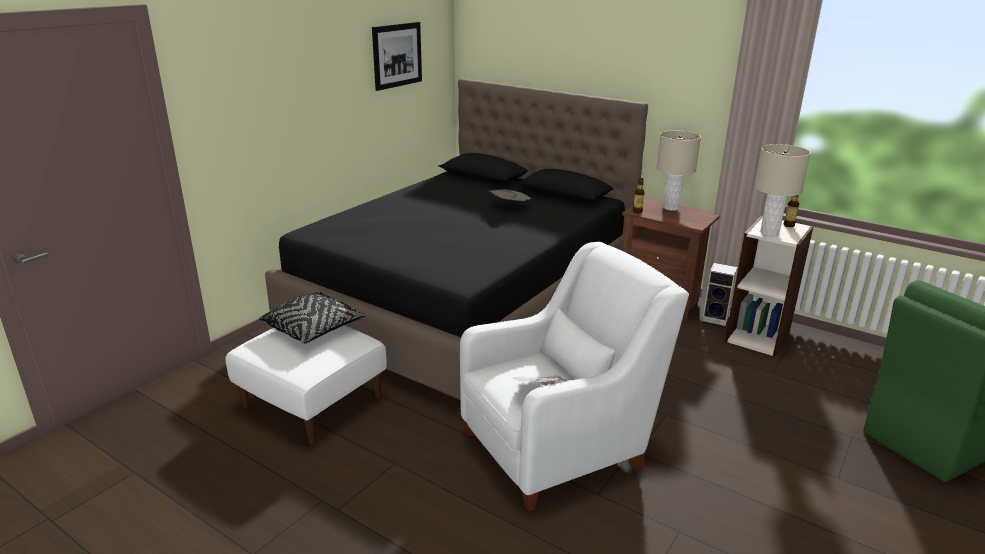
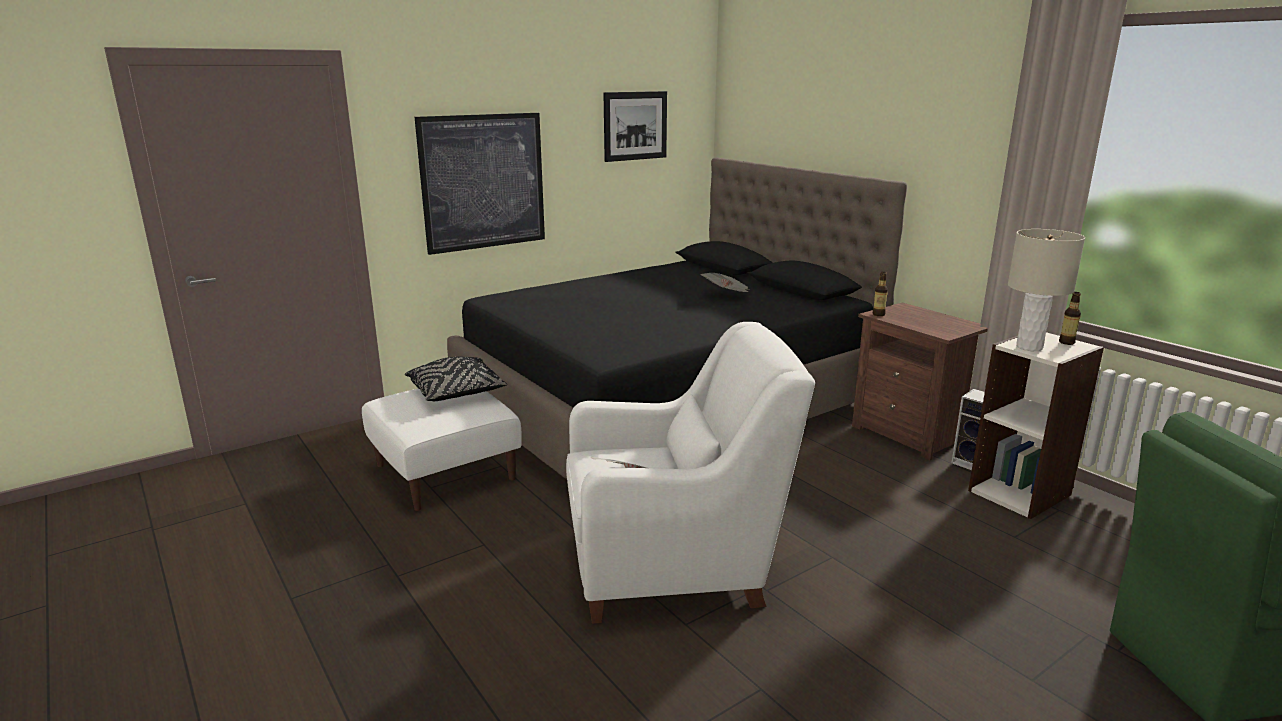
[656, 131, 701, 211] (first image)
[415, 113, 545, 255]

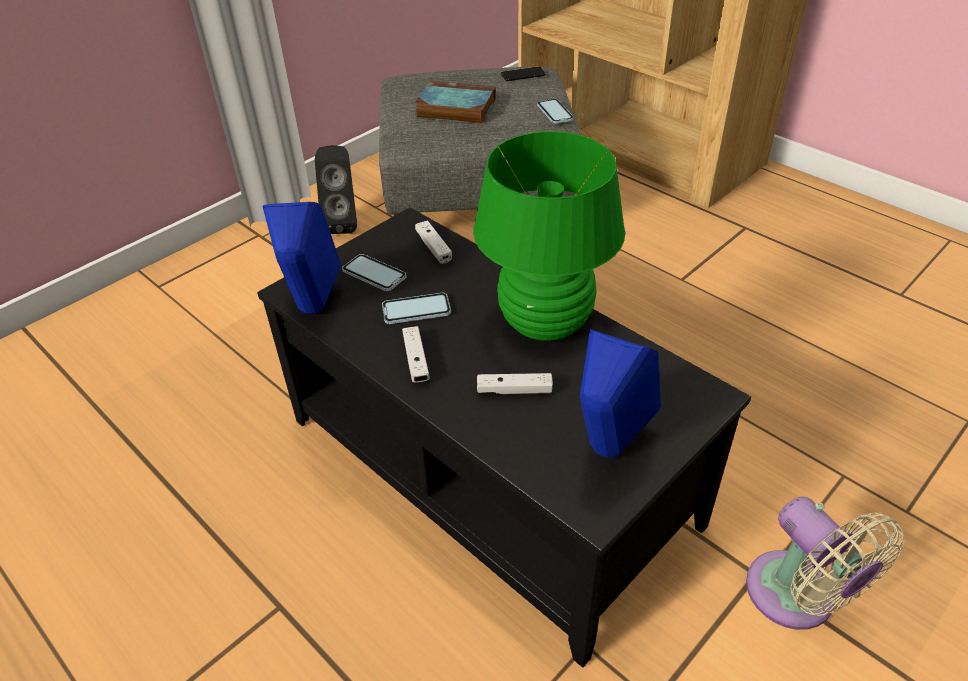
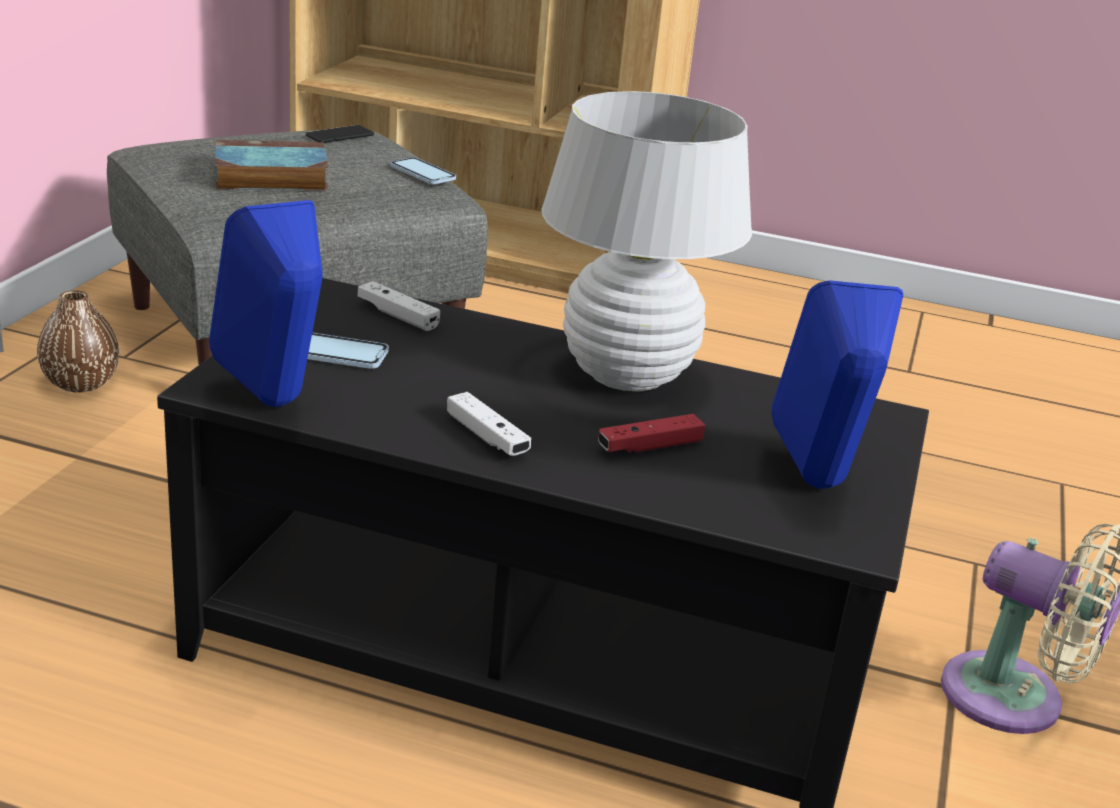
[382, 293, 451, 324] (first image)
[37, 290, 119, 393]
[541, 91, 752, 391]
[598, 414, 705, 453]

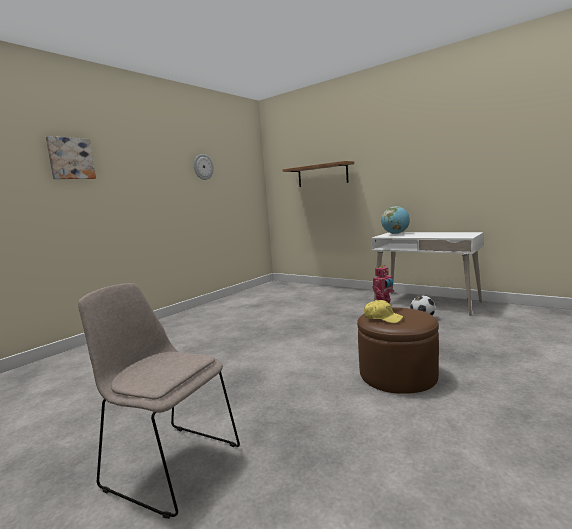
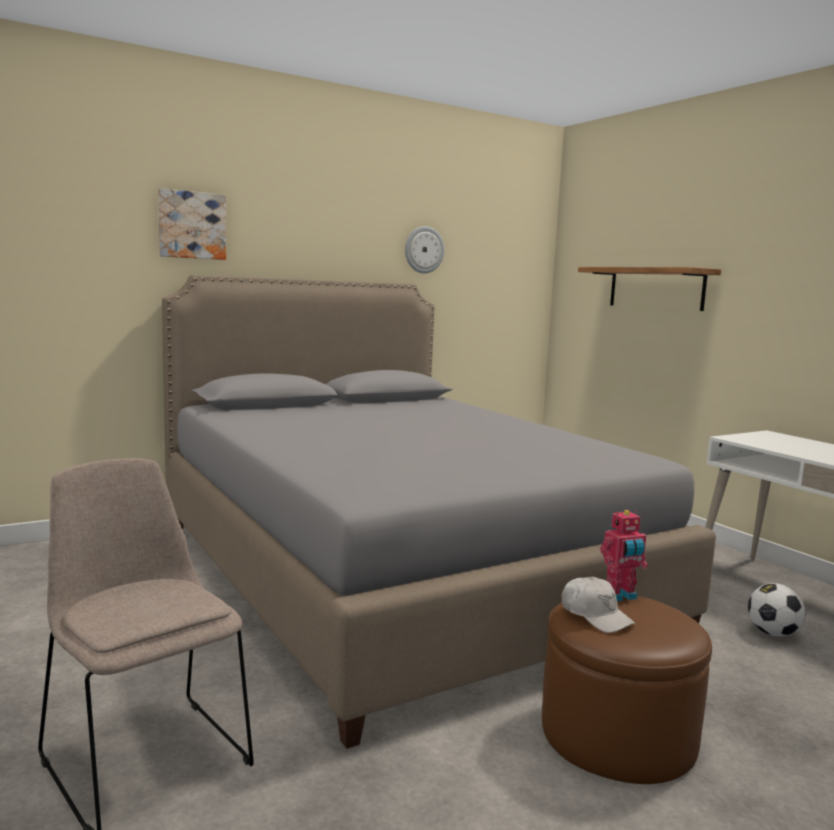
[381, 206, 410, 234] (first image)
[162, 275, 716, 749]
[562, 577, 635, 633]

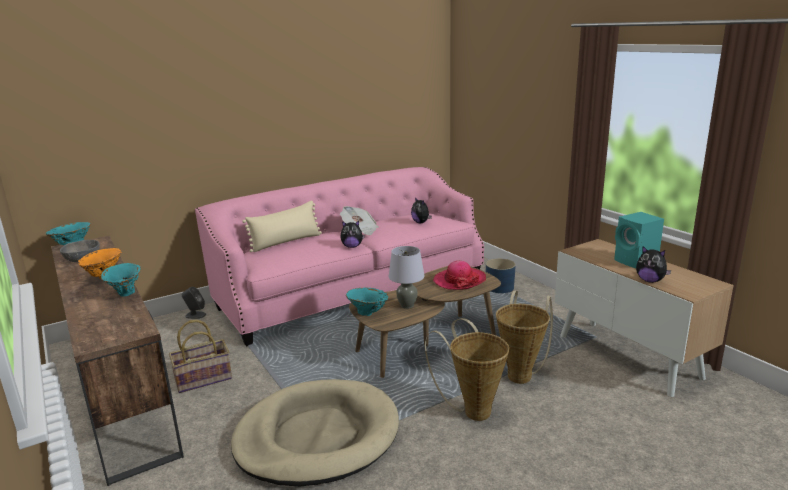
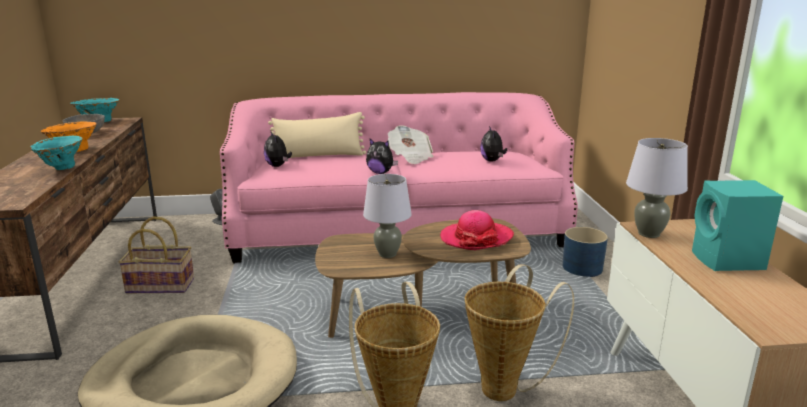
[346, 288, 389, 316] (first image)
[626, 138, 688, 238]
[264, 132, 292, 167]

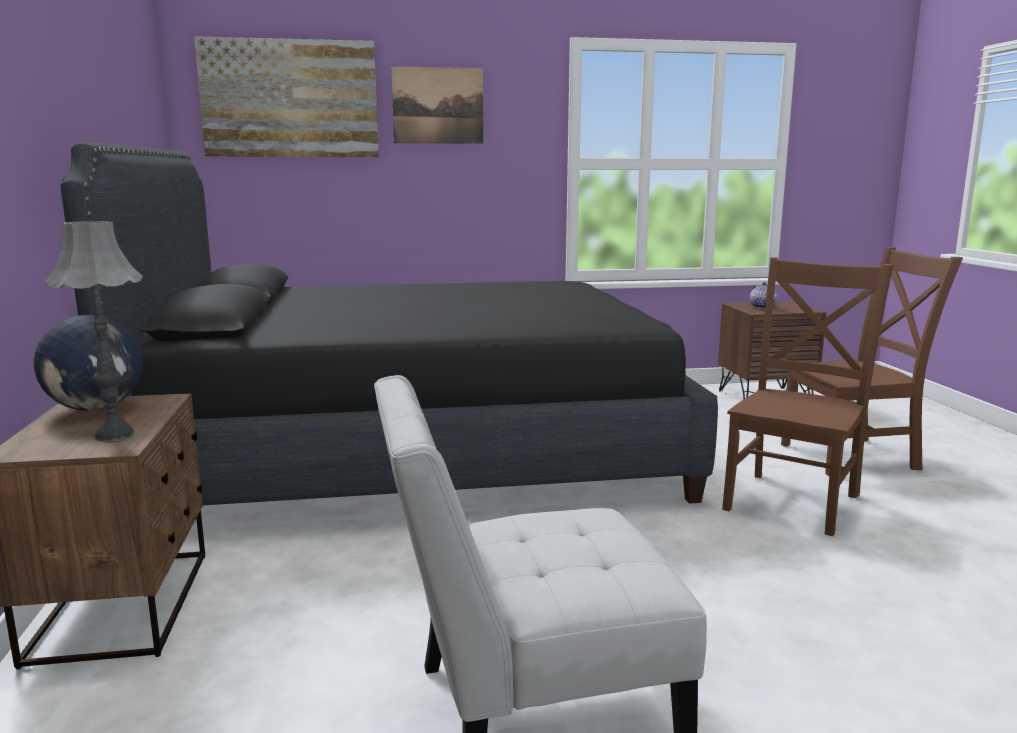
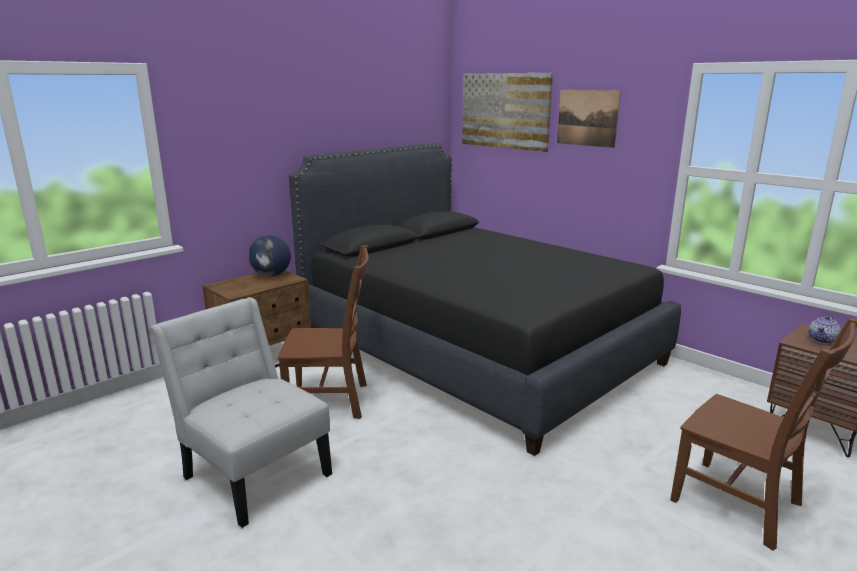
[45, 221, 143, 442] (first image)
[278, 245, 369, 419]

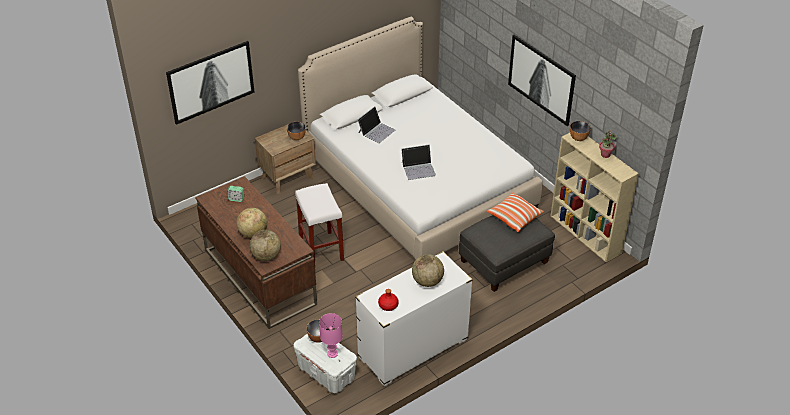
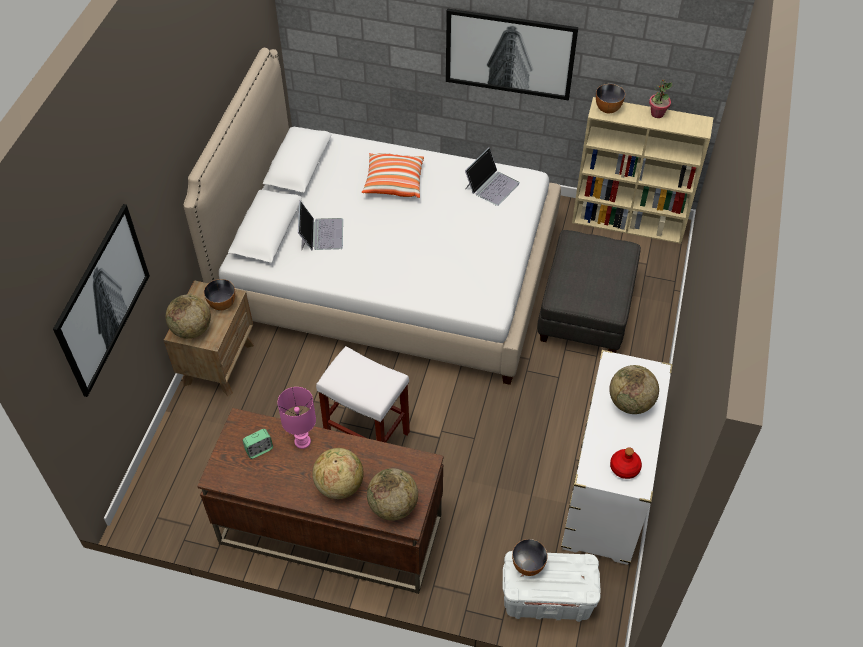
[166, 295, 211, 339]
[278, 387, 316, 449]
[465, 147, 520, 206]
[362, 153, 424, 198]

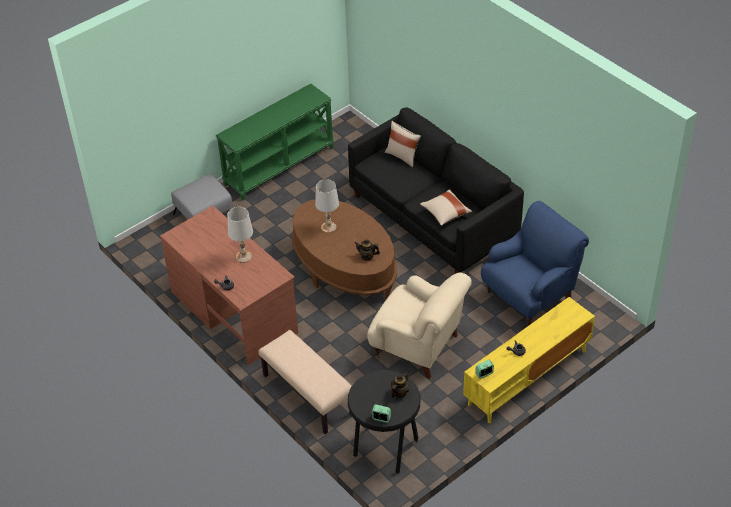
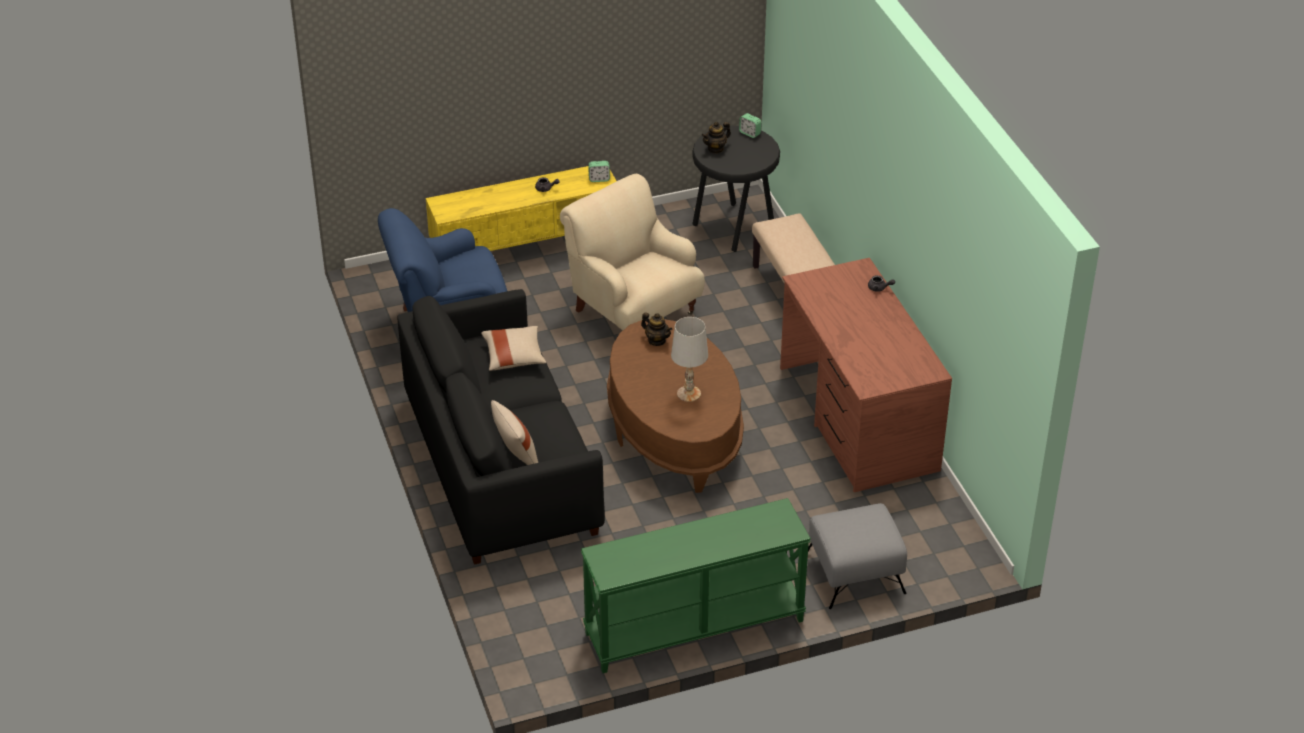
[227, 207, 253, 263] (first image)

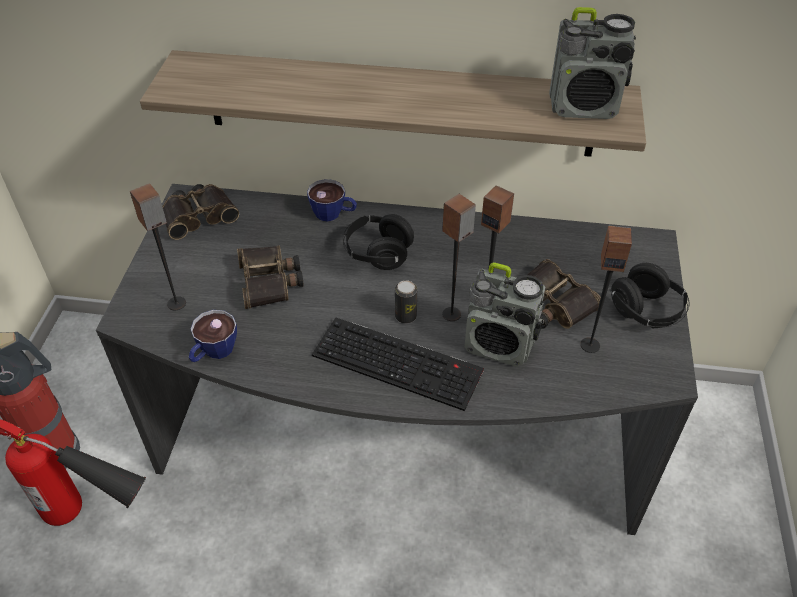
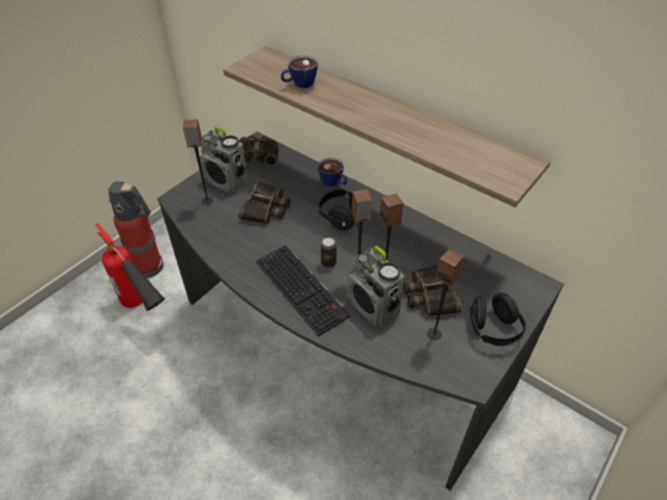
[280, 55, 318, 88]
[199, 126, 248, 192]

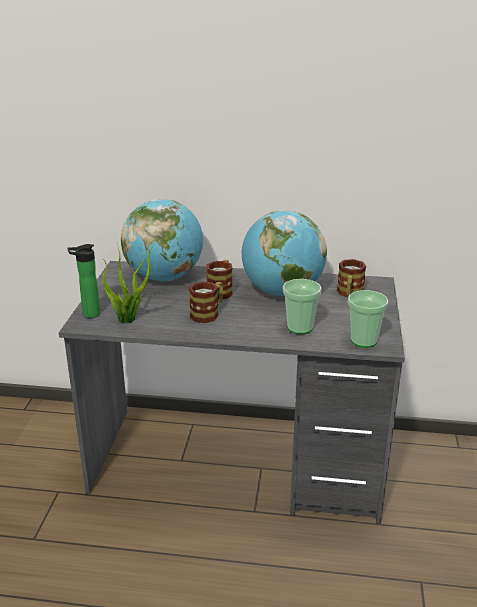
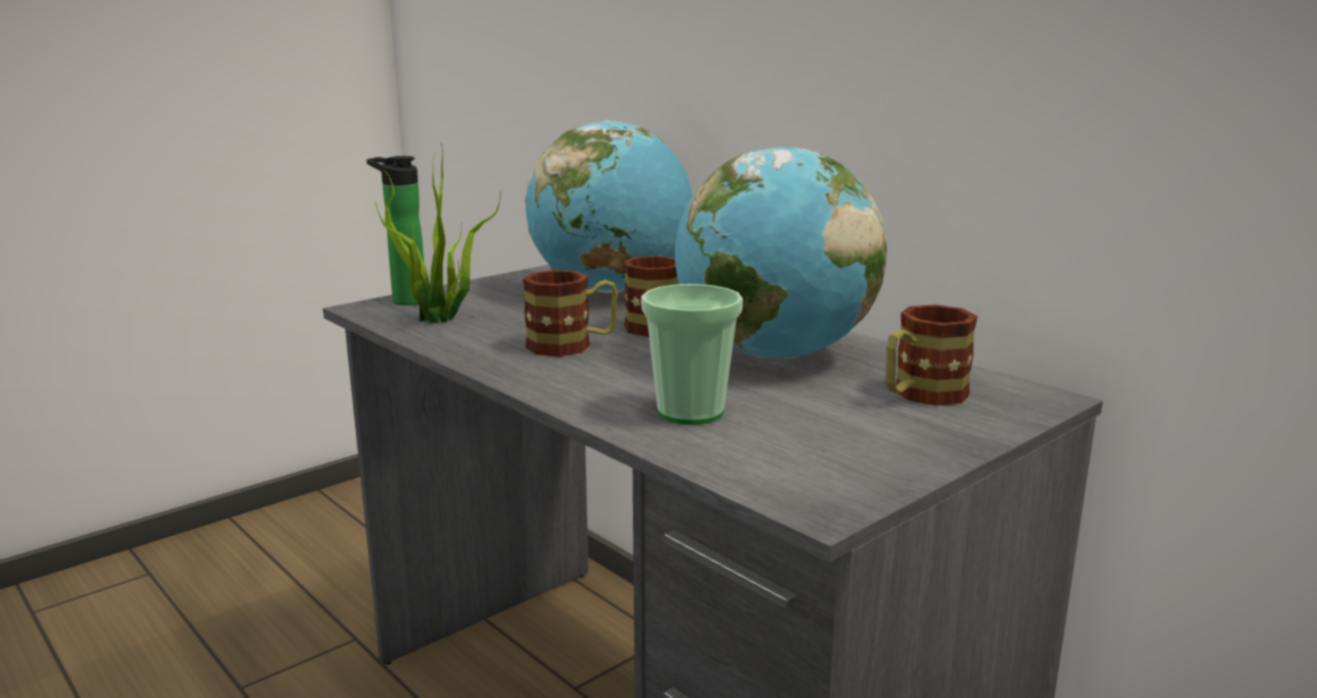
[348, 290, 389, 348] (first image)

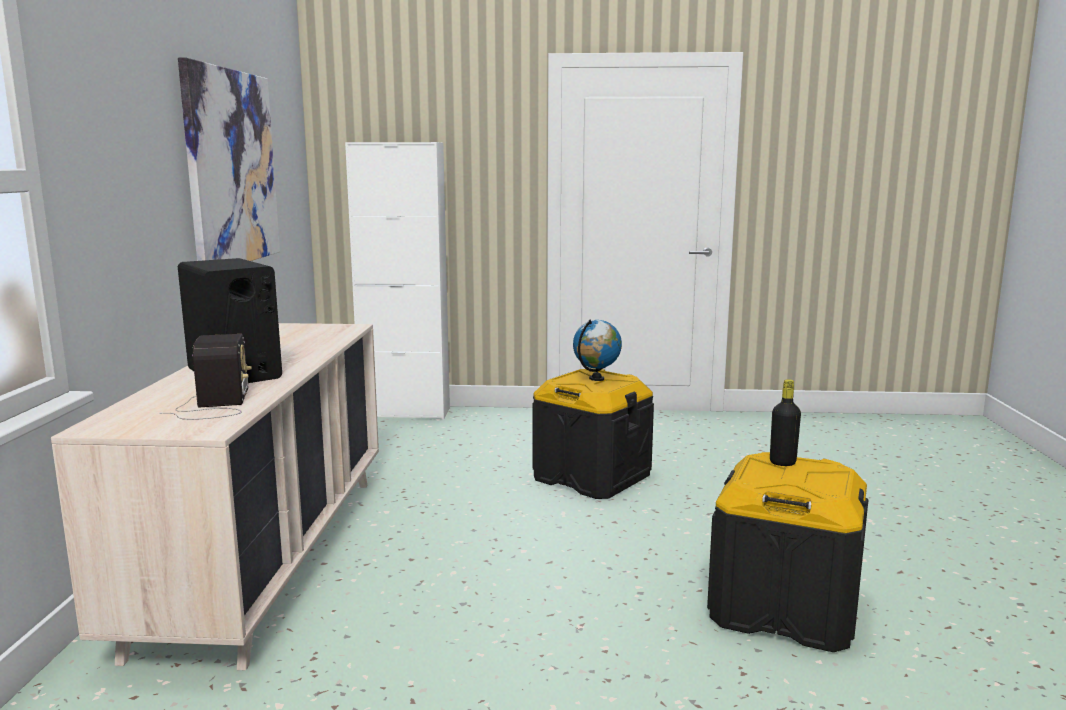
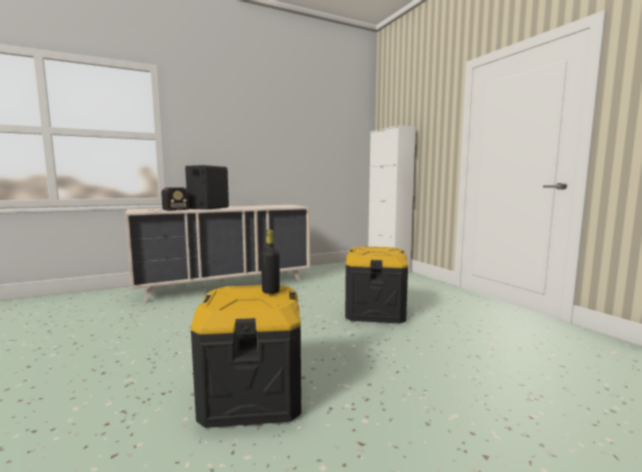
[178, 58, 280, 261] (first image)
[573, 320, 622, 381] (first image)

